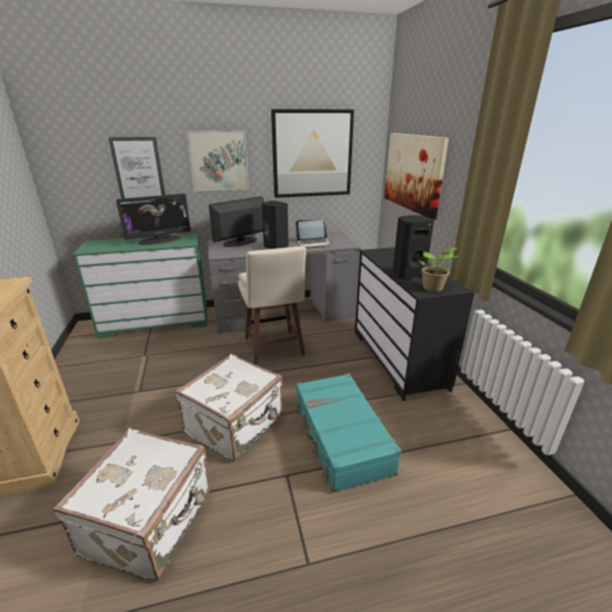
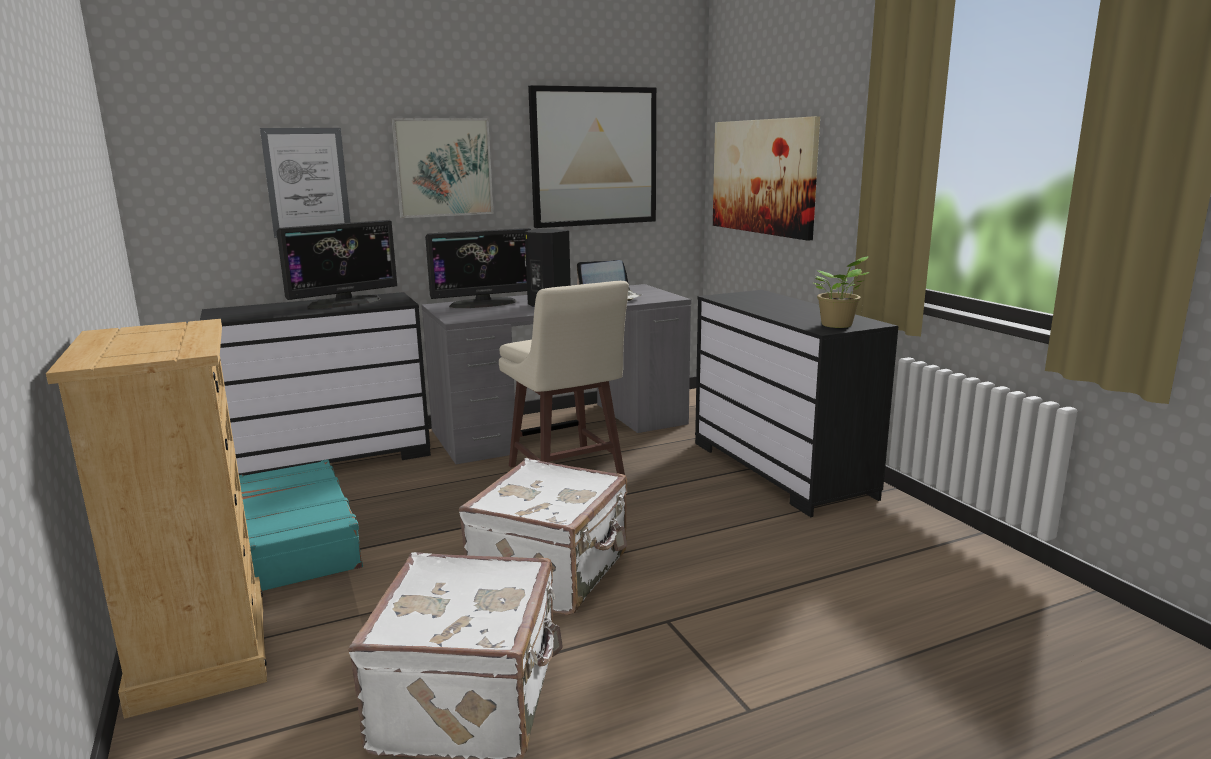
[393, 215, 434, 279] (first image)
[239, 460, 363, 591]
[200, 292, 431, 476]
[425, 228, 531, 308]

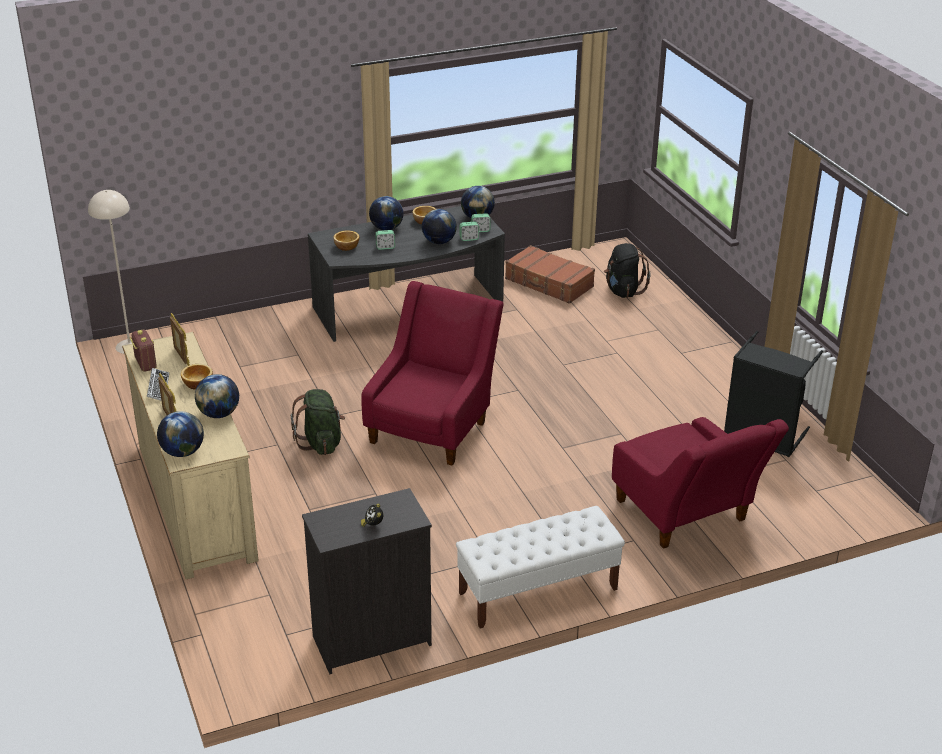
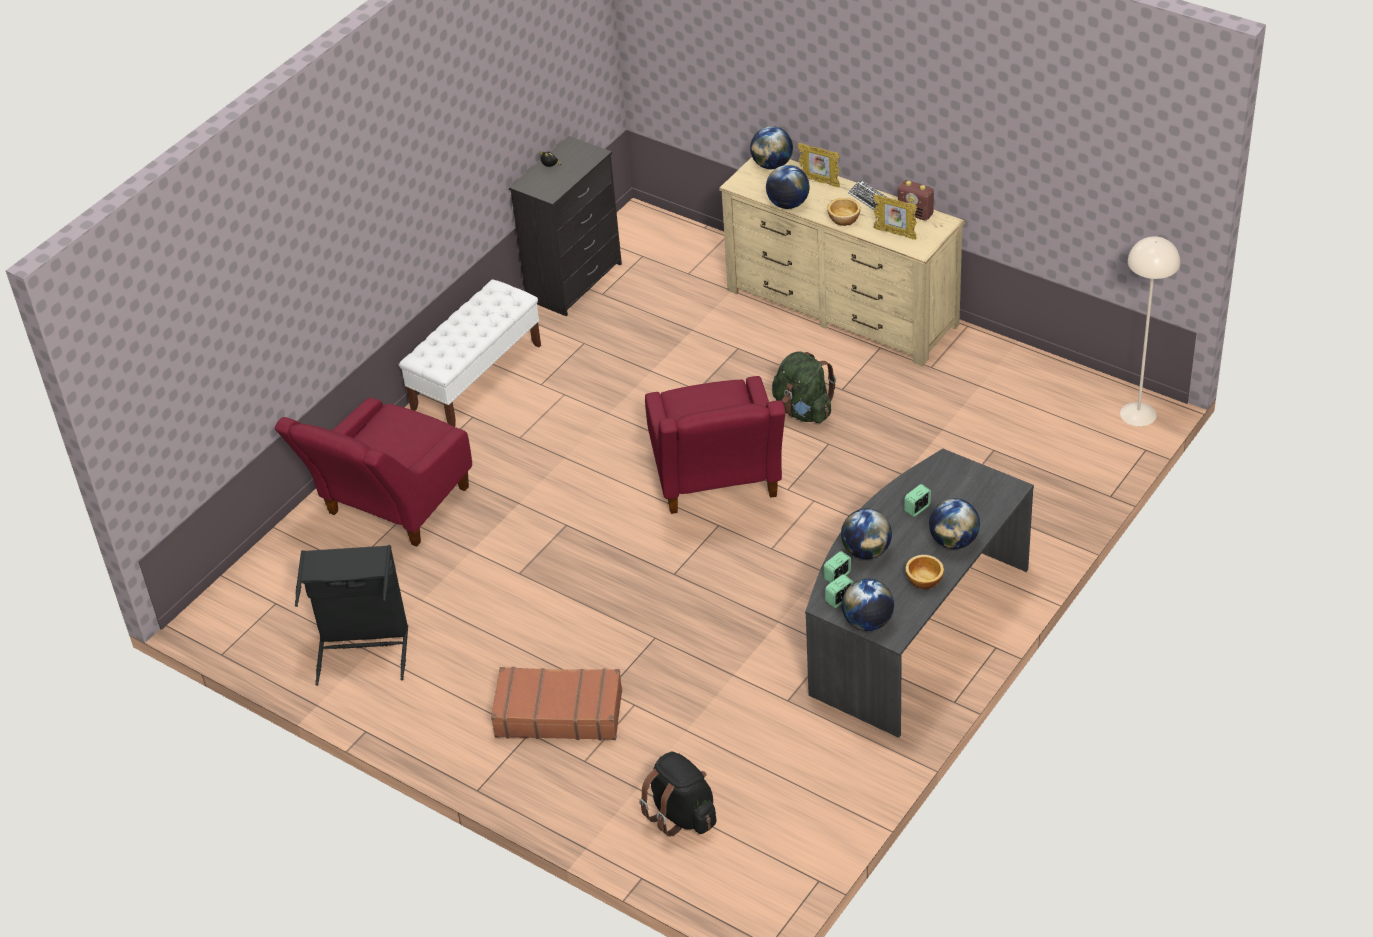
[333, 231, 360, 251] (first image)
[491, 667, 622, 740]
[275, 398, 472, 547]

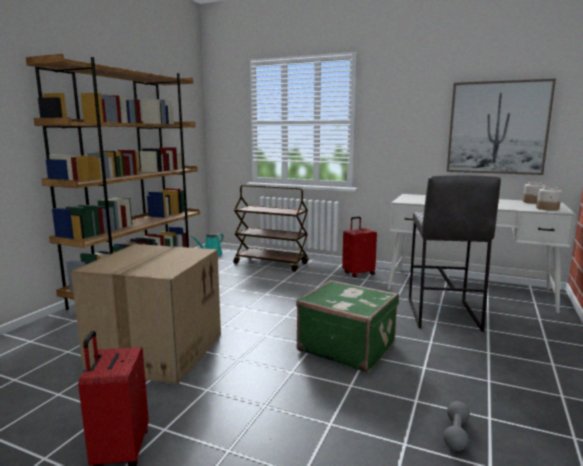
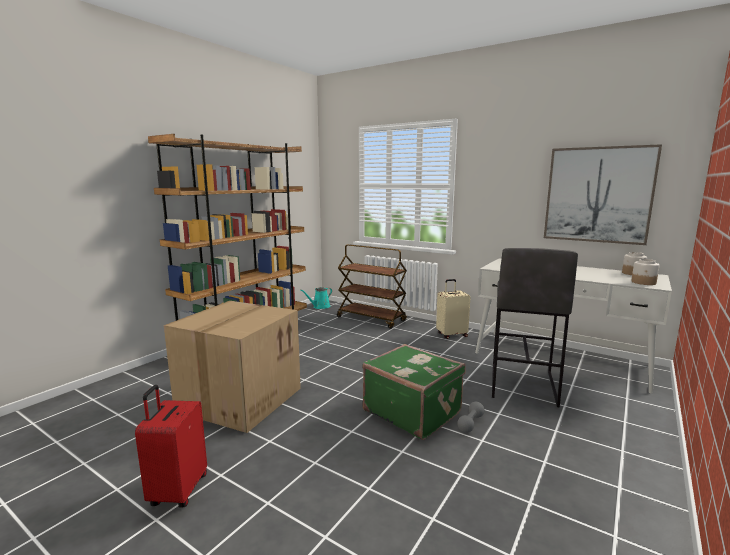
[457, 402, 484, 433]
[436, 279, 470, 339]

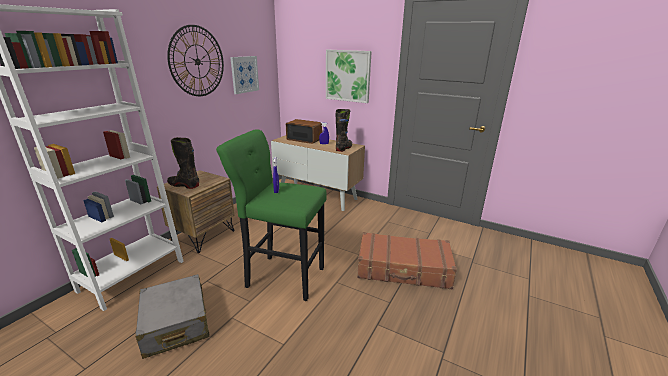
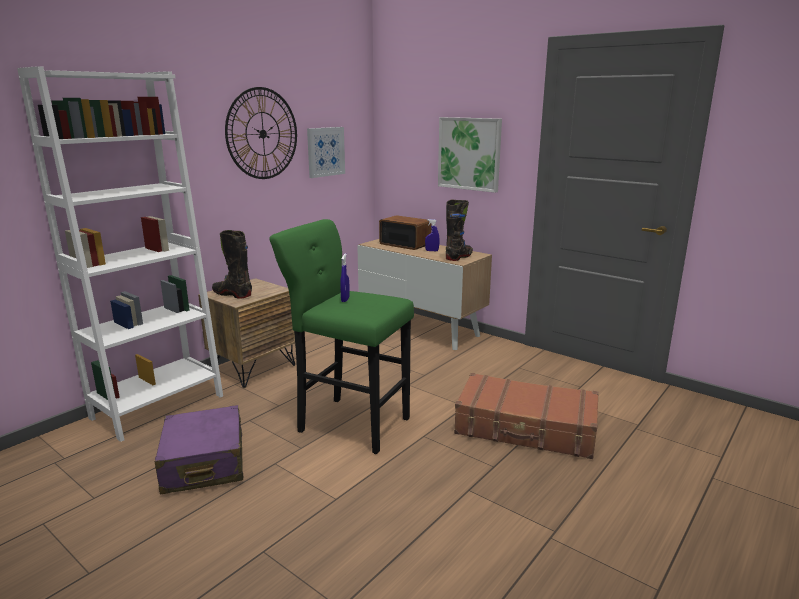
[155, 405, 243, 495]

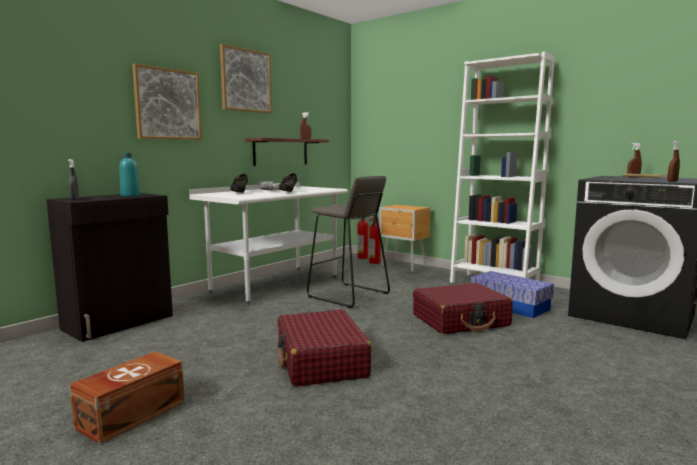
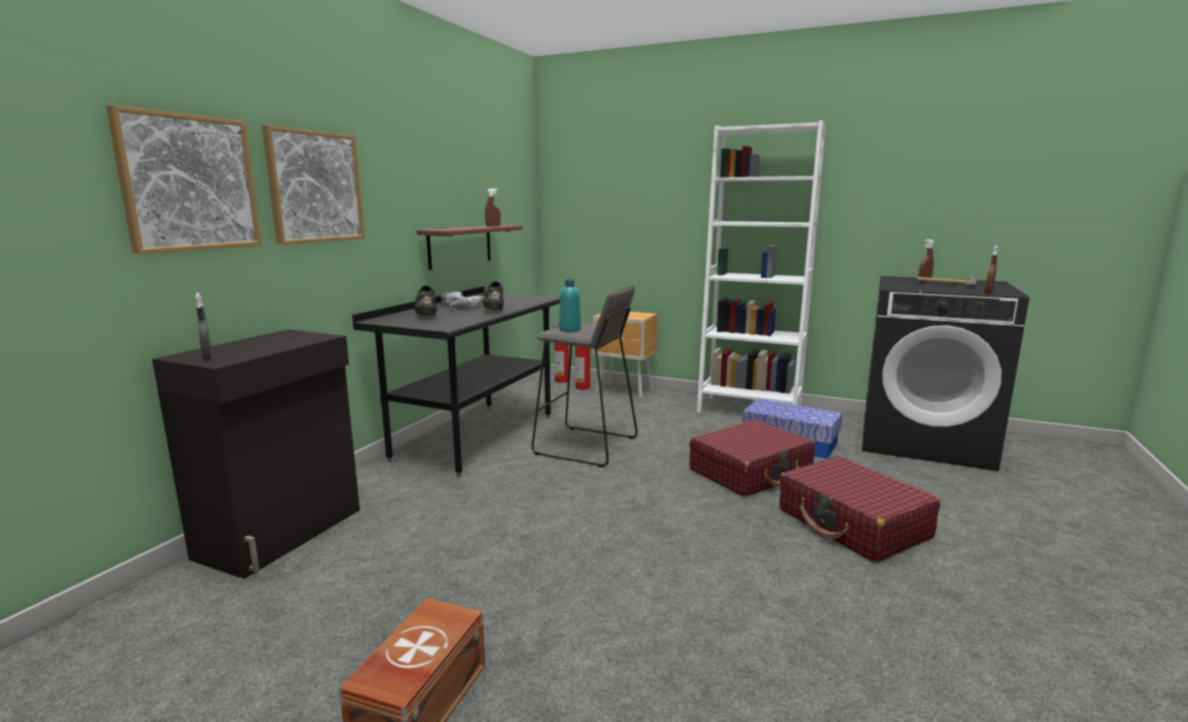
[559, 279, 581, 332]
[106, 105, 262, 254]
[780, 456, 940, 563]
[352, 286, 560, 477]

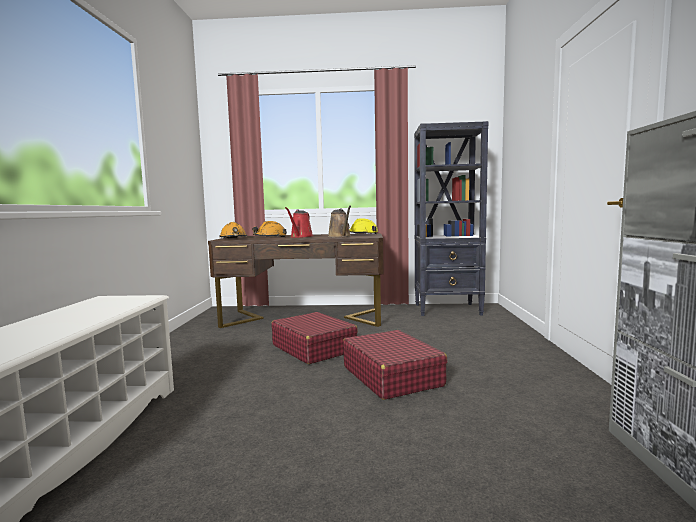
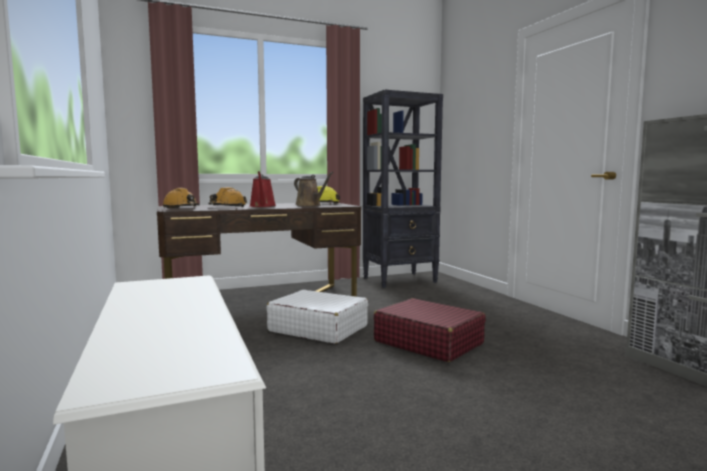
[267, 290, 368, 344]

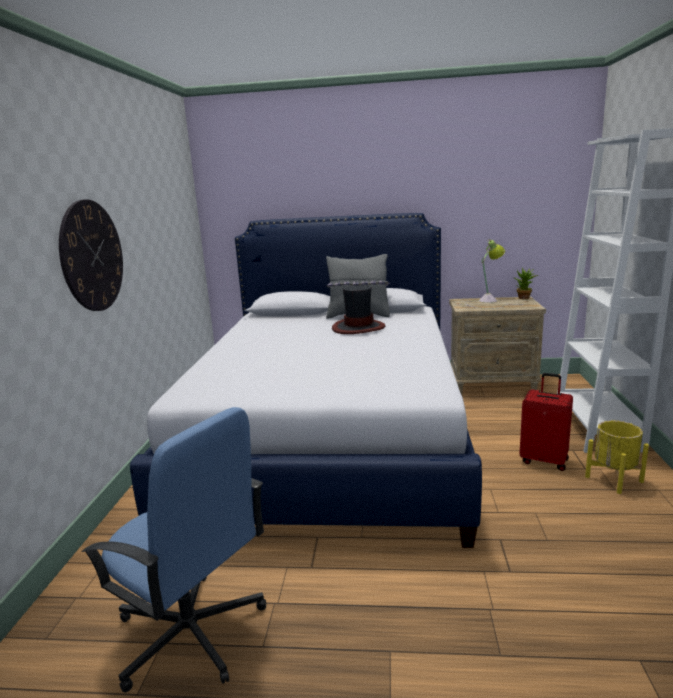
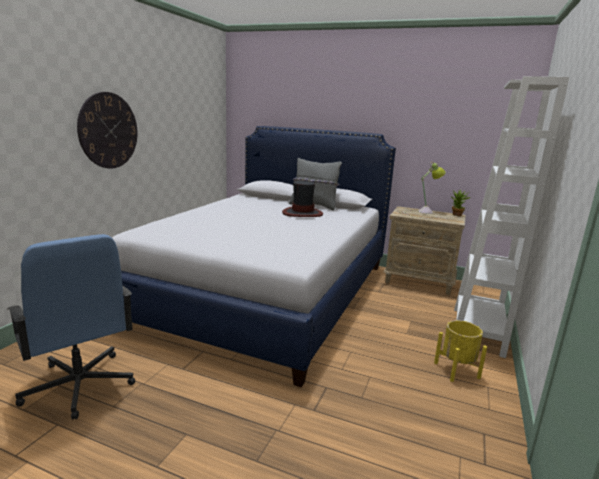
[519, 373, 573, 471] (first image)

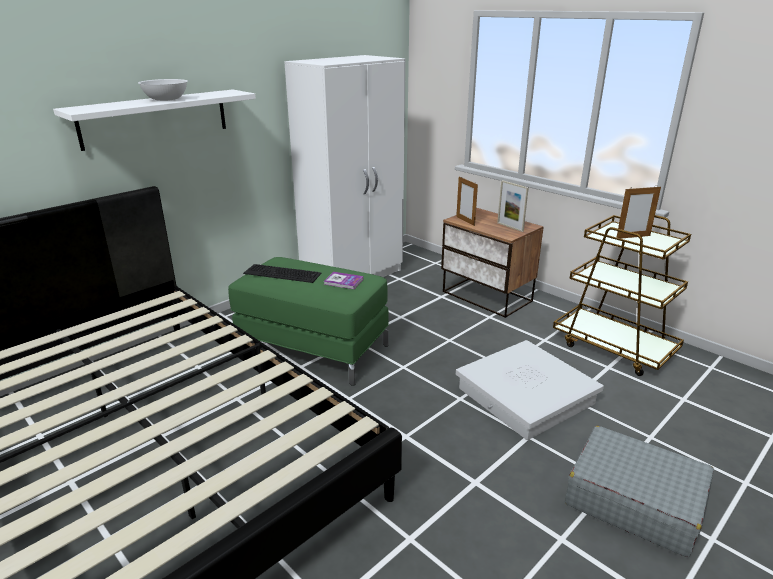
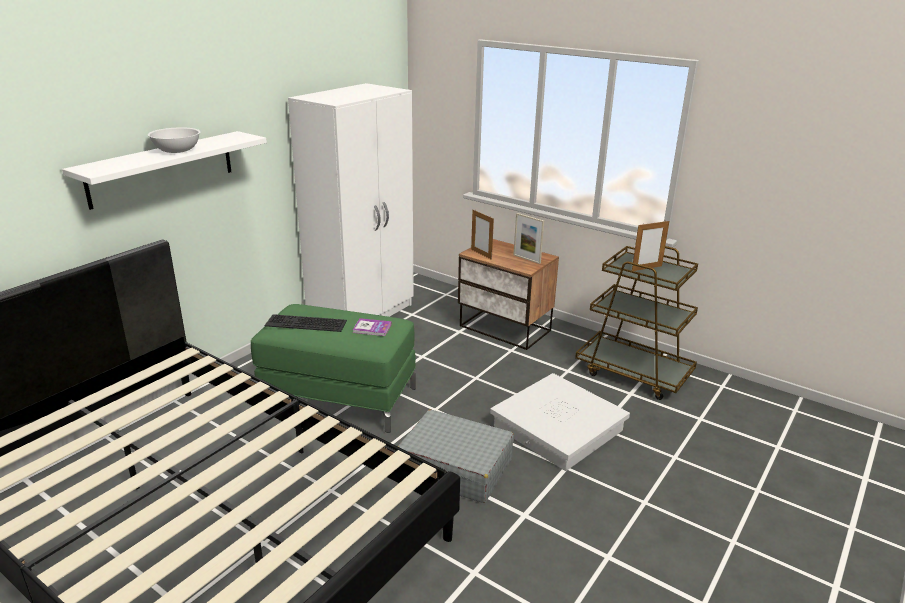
[397, 410, 514, 503]

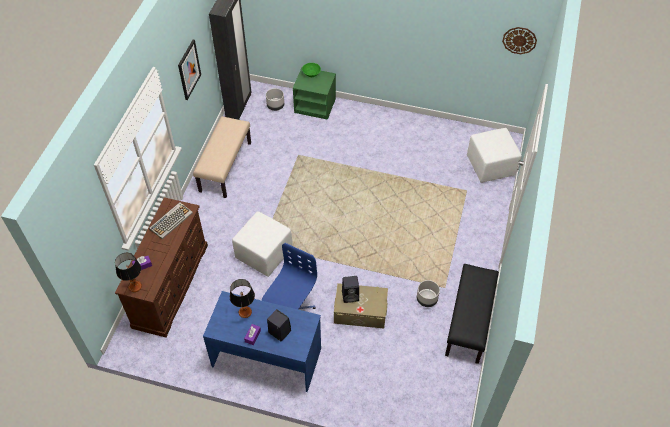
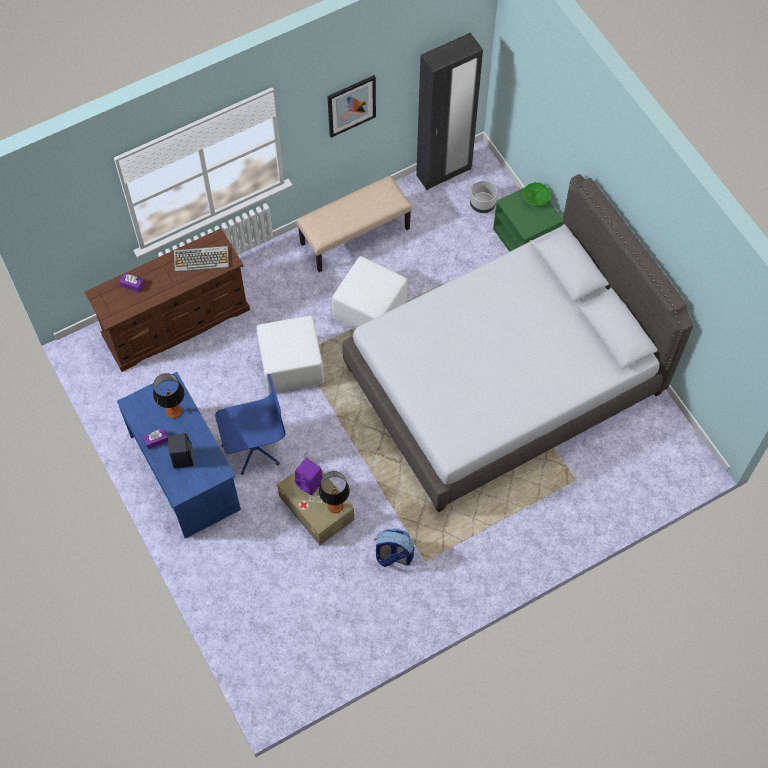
[445, 264, 499, 364] (first image)
[502, 27, 537, 54] (first image)
[342, 174, 694, 513]
[319, 471, 350, 513]
[332, 256, 407, 329]
[374, 529, 414, 567]
[295, 458, 323, 495]

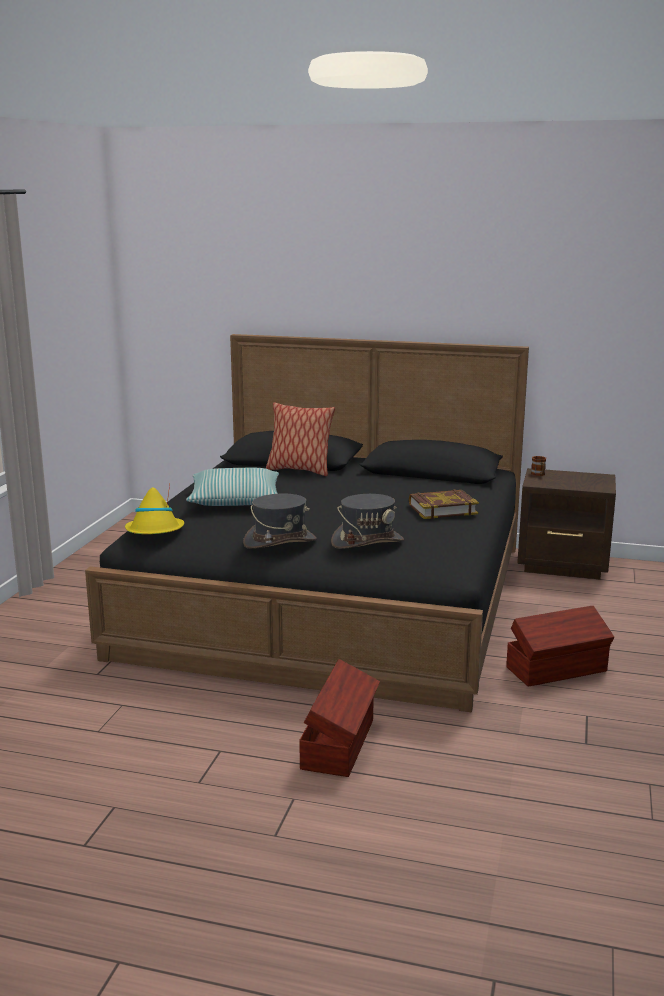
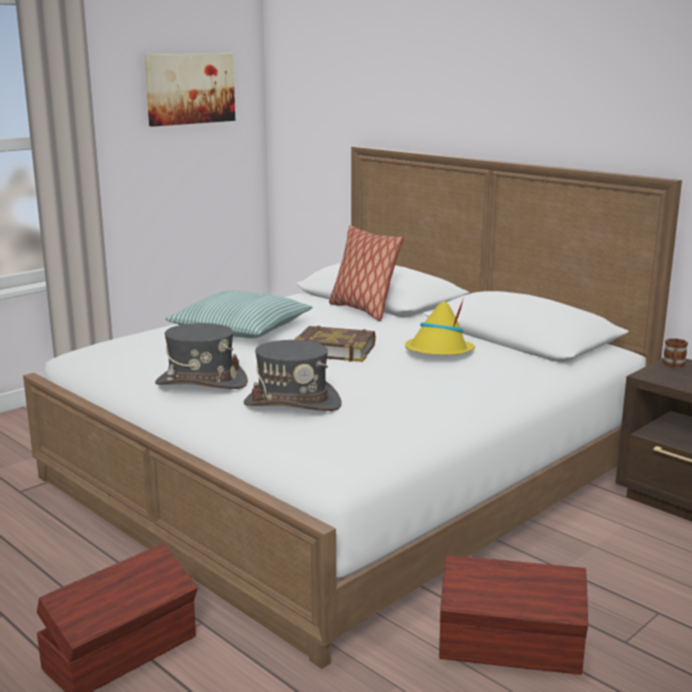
[144, 54, 235, 127]
[405, 298, 475, 355]
[294, 326, 376, 362]
[23, 146, 682, 669]

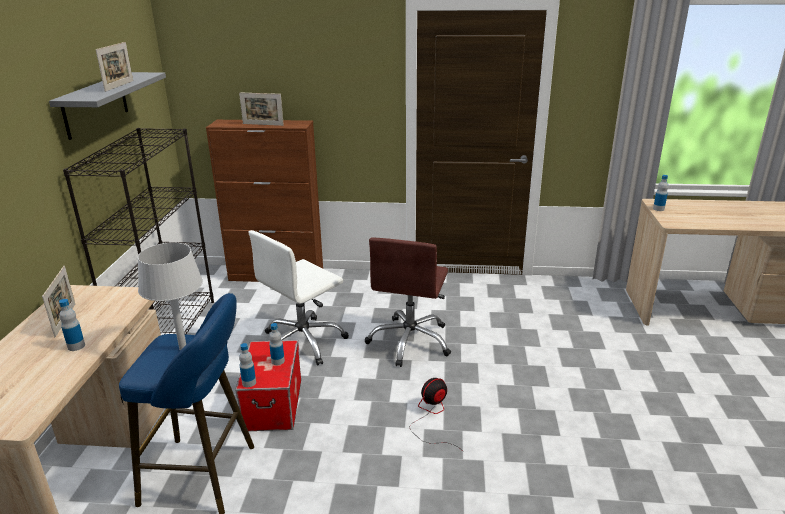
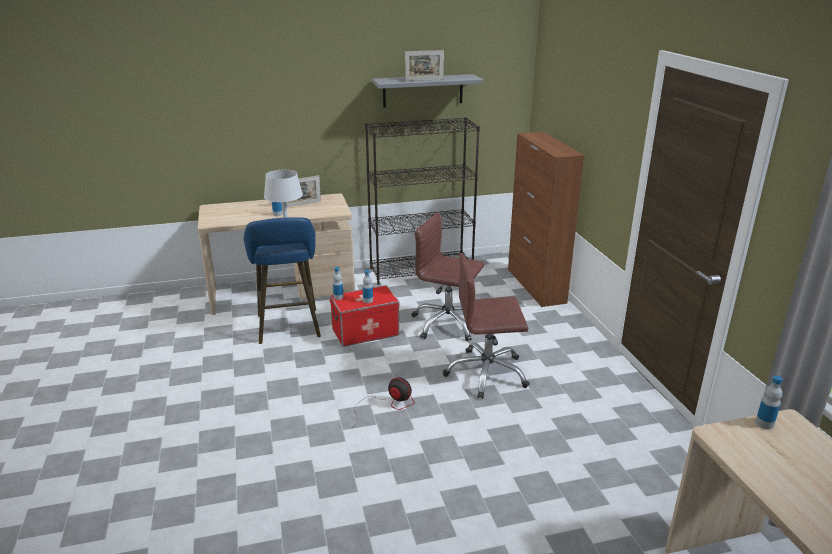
[239, 92, 284, 126] (first image)
[412, 212, 484, 341]

